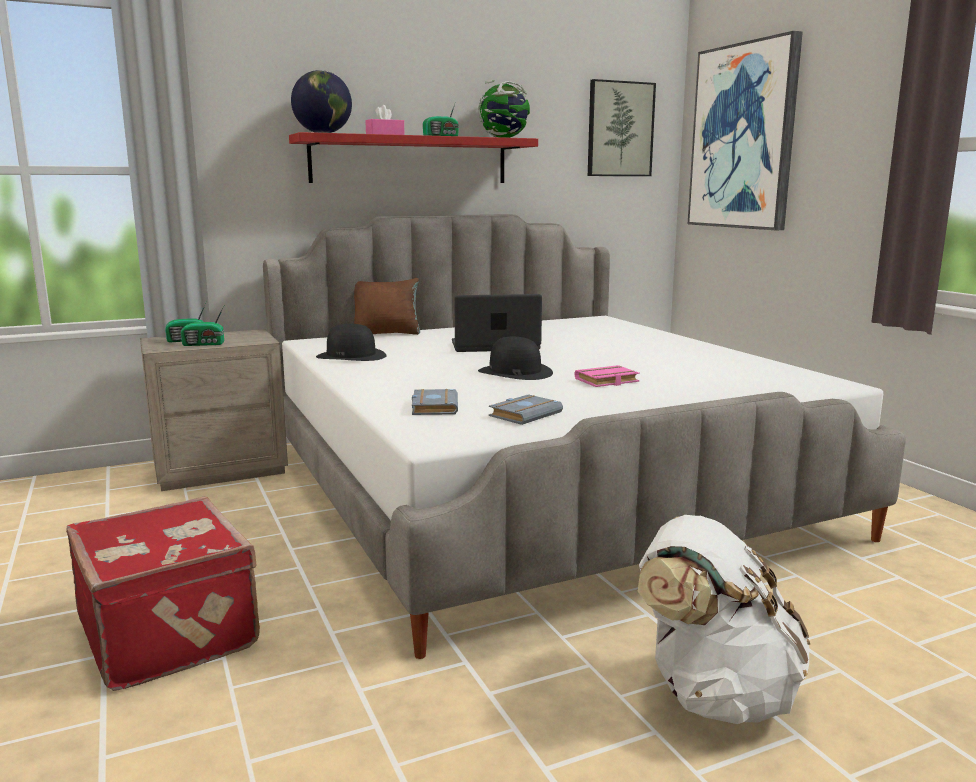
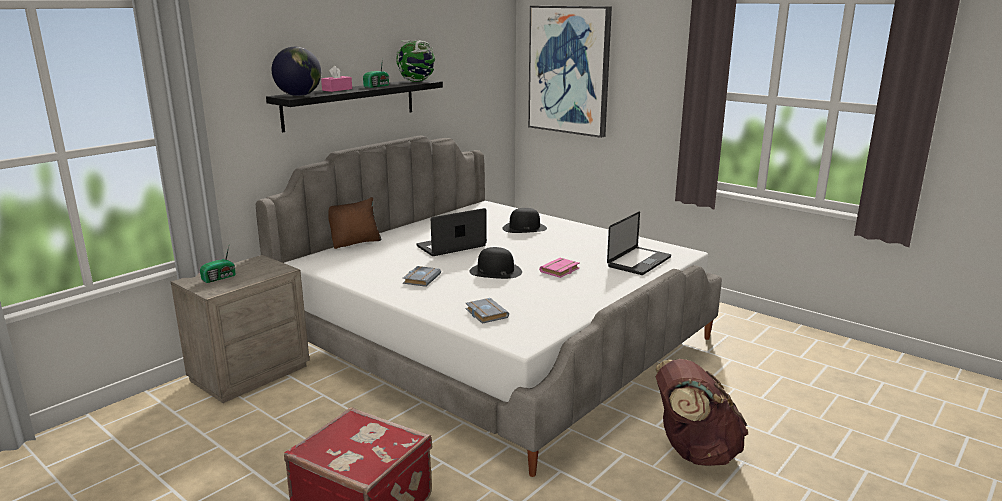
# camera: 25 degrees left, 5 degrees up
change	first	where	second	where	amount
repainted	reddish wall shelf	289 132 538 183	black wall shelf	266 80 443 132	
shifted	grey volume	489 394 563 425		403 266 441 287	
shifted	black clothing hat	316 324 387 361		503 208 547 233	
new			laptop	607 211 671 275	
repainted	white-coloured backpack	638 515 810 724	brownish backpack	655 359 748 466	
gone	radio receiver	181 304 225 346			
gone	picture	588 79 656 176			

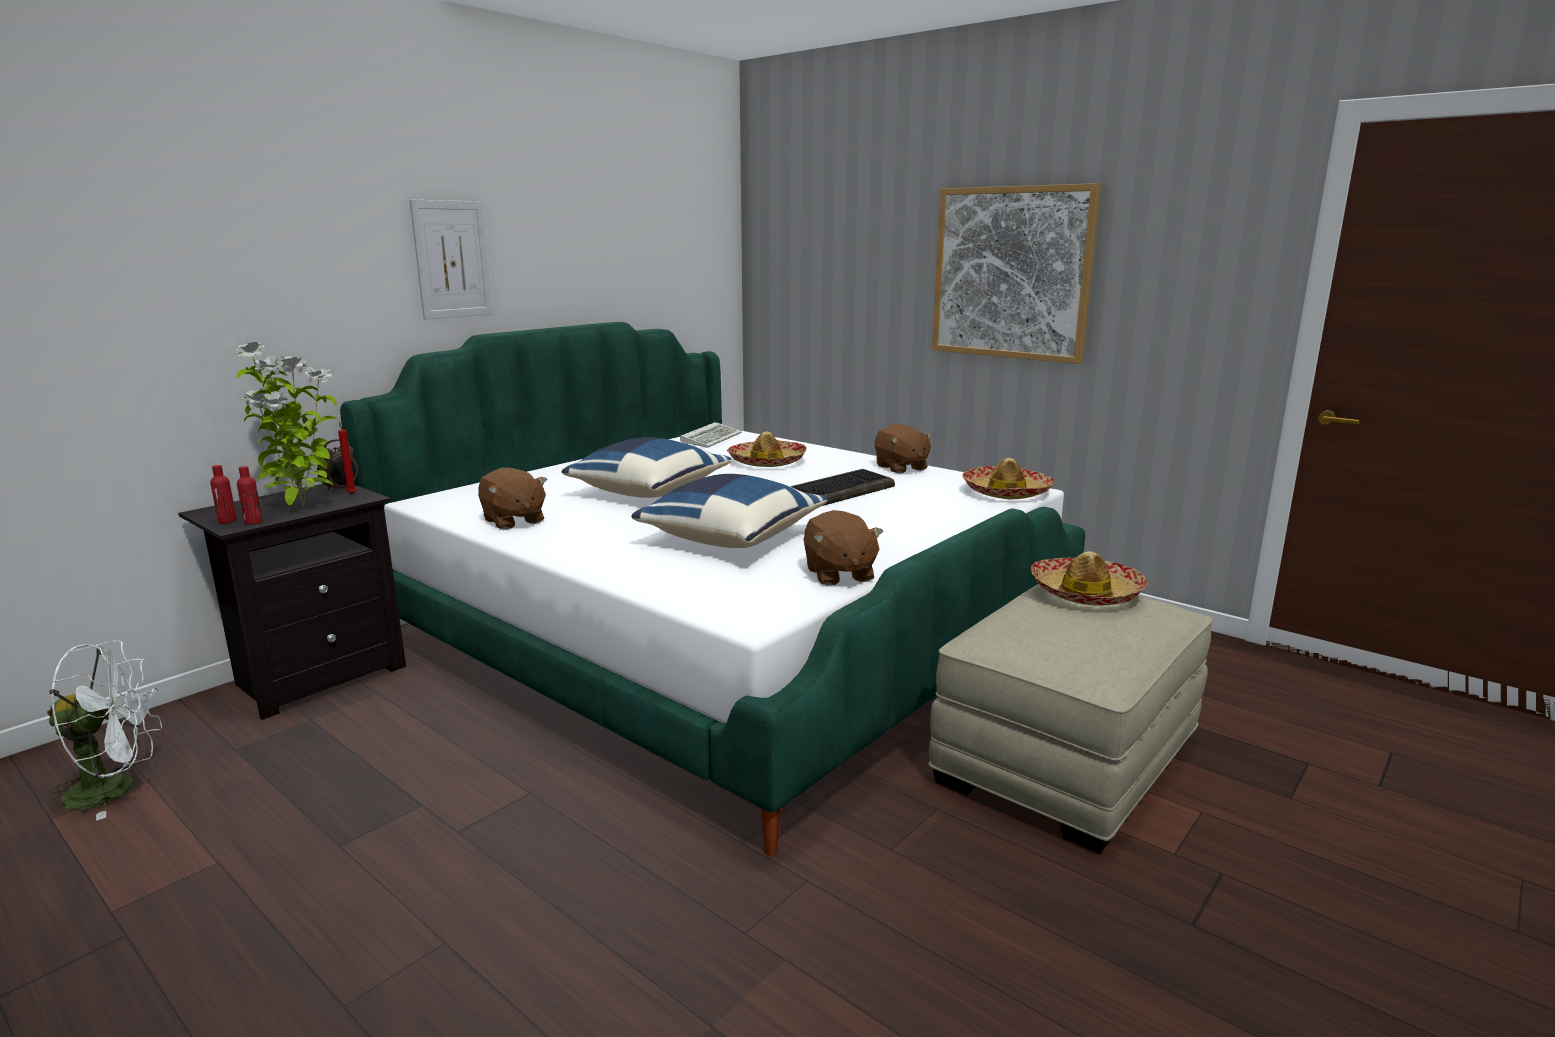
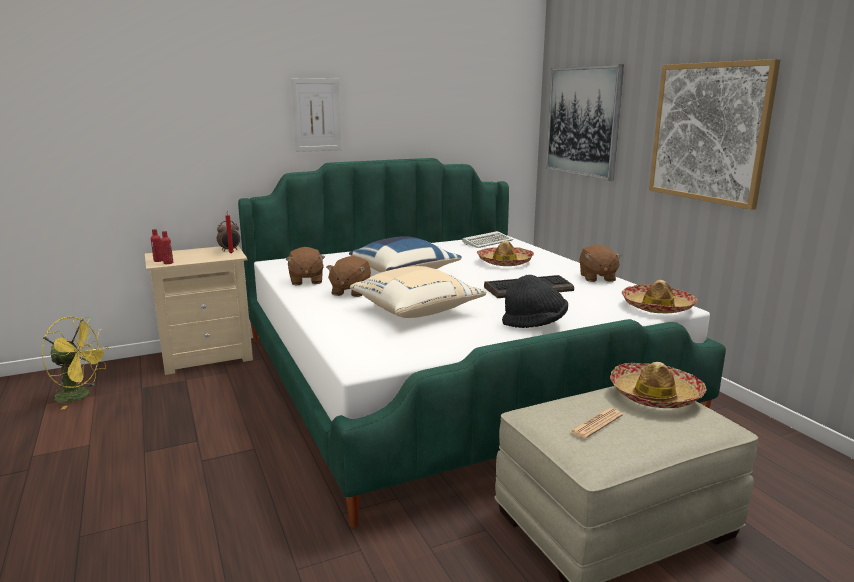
# camera: 25 degrees right, 0 degrees up
change	first	where	second	where	amount
repainted	white-coloured cooling fan	47 640 162 821	yellow cooling fan	42 317 109 409	
repainted	black bedside table	178 484 406 720	beige-coloured bedside table	145 246 253 375	
shifted	brownish plush toy	803 510 883 586		326 256 371 297	
repainted	blue-coloured throw pillow	631 474 827 548	beige-coloured throw pillow	350 266 486 318	
new			black clothing hat	502 275 568 328	
new			picture	546 65 624 181	
new			daily paper	569 408 623 439	
gone	houseplant	235 342 338 507			

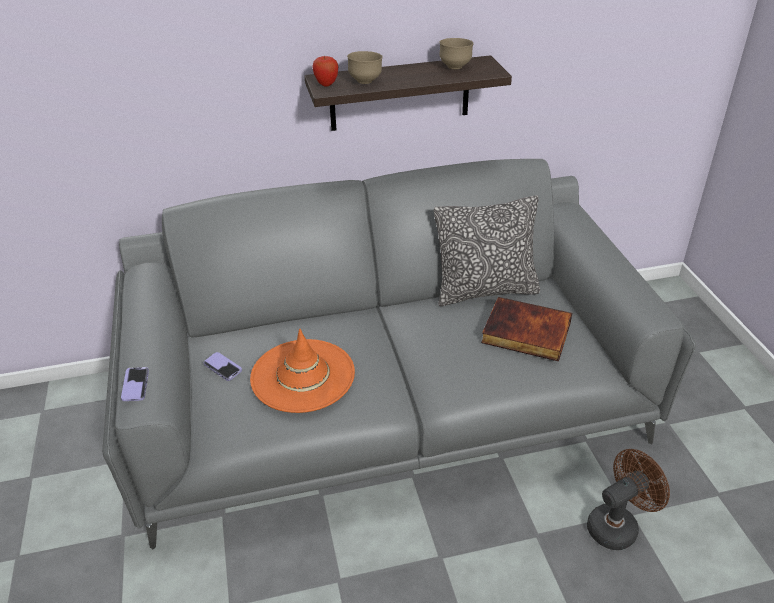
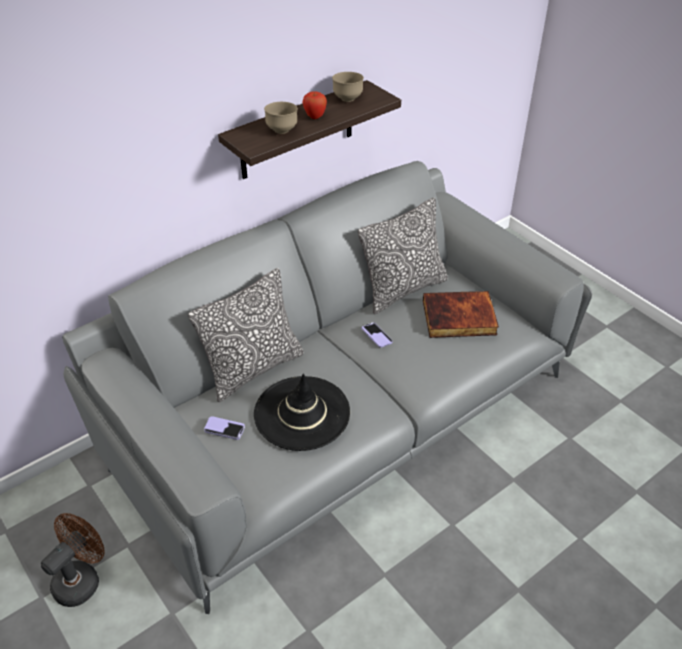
# camera: 25 degrees left, 5 degrees up
change	first	where	second	where	amount
shifted	brownish cooling fan	587 449 670 550		41 513 105 607	
new			throw pillow	188 268 304 402	
repainted	orange-coloured clothing hat	250 329 355 413	black clothing hat	254 373 350 451	
shifted	whole apple	312 56 338 87		302 91 327 119	
shifted	phone	121 367 149 401		362 322 393 348	

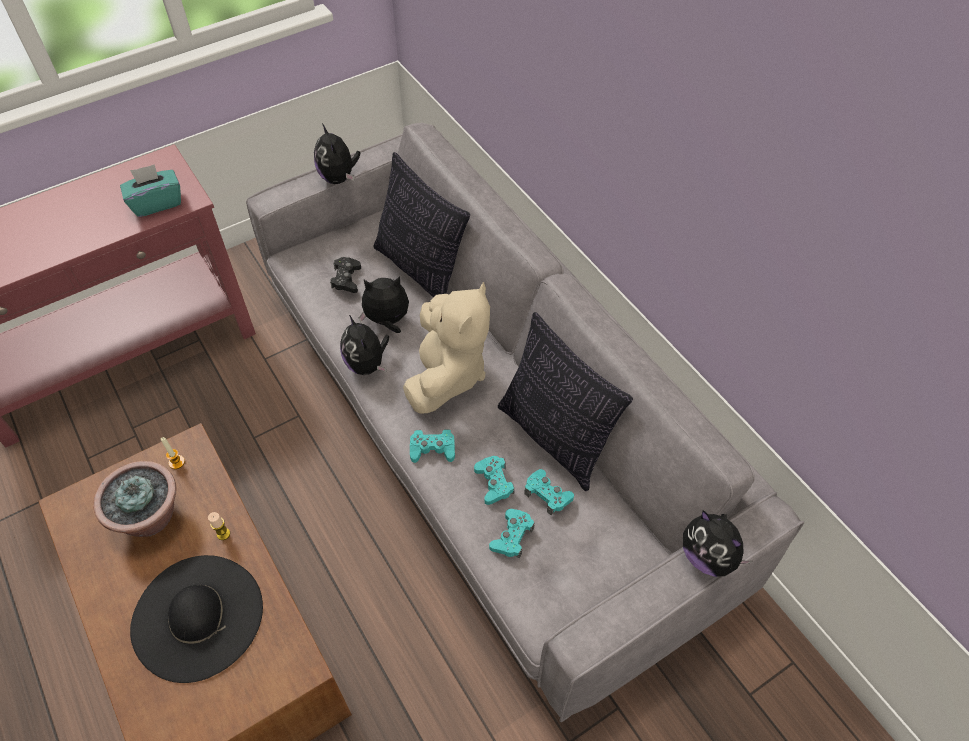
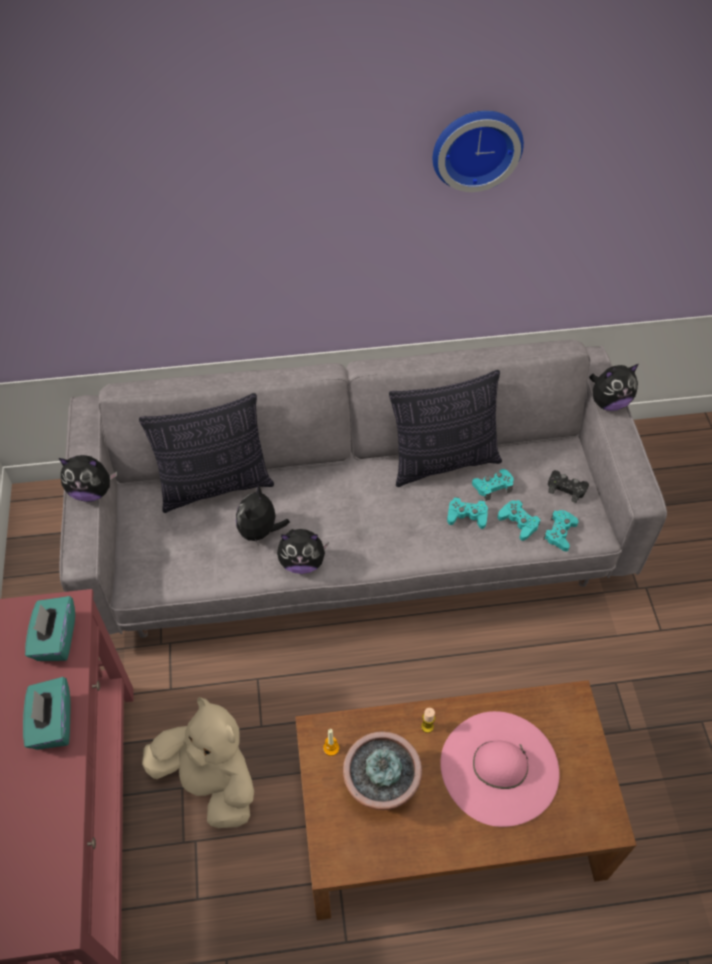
# camera: 65 degrees left, 0 degrees up
change	first	where	second	where	amount
new			turquoise tissue box	23 677 71 750	
shifted	beige-coloured plush toy	403 282 490 414		142 697 254 828	
new			hanging clock	433 111 524 192	
repainted	black clothing hat	130 555 263 683	pink-coloured clothing hat	440 711 559 827	
shifted	turquoise joypad	410 429 455 463		543 510 579 552	
shifted	black joypad	330 257 361 293		548 470 589 503	

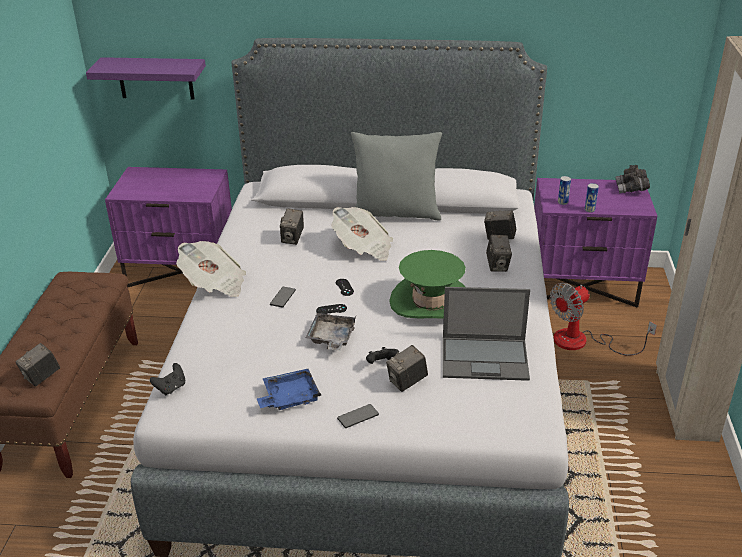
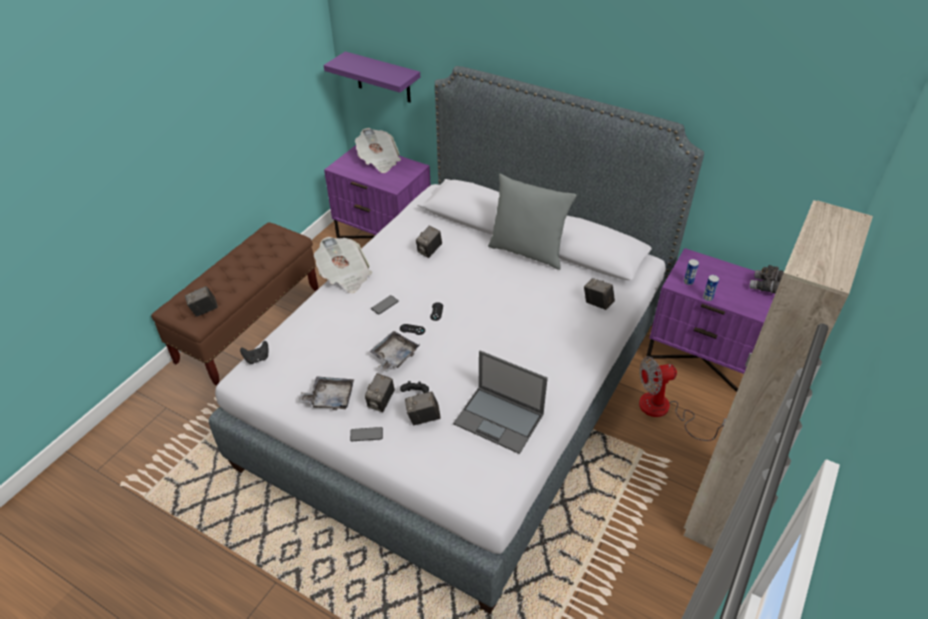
# camera: 25 degrees right, 10 degrees up
change	first	where	second	where	amount
repainted	blue-coloured serving tray	257 369 321 410	grey serving tray	298 376 354 410	
shifted	daily paper	331 207 393 261		355 128 401 173	
shifted	photo camera	486 235 512 272		365 373 395 412	
gone	green clothing hat	389 250 466 319			

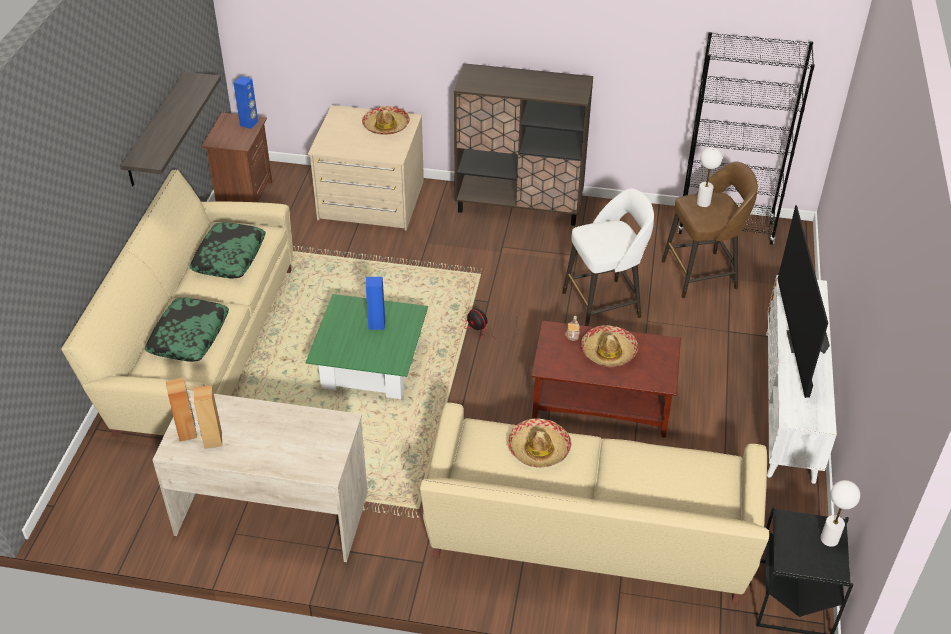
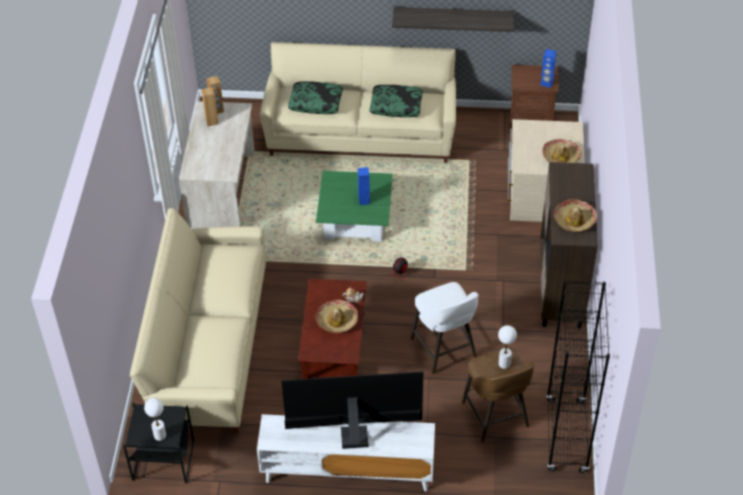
# camera: 85 degrees right, 5 degrees up
change	first	where	second	where	amount
shifted	clothing hat	508 419 572 468		554 199 597 232	

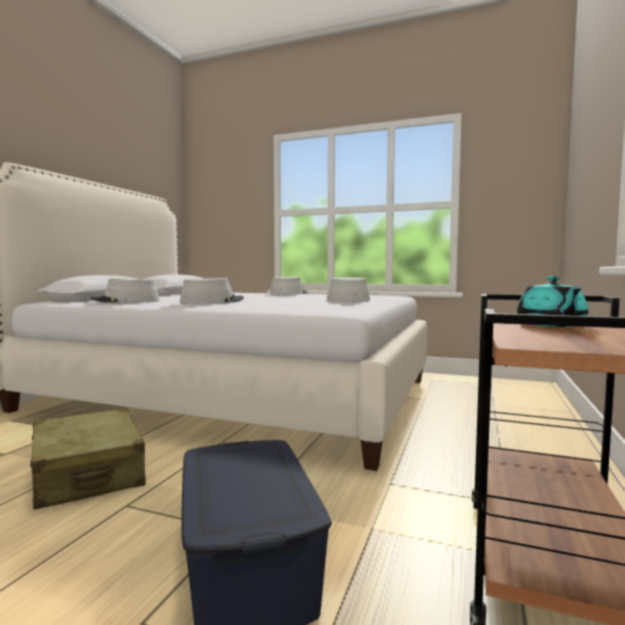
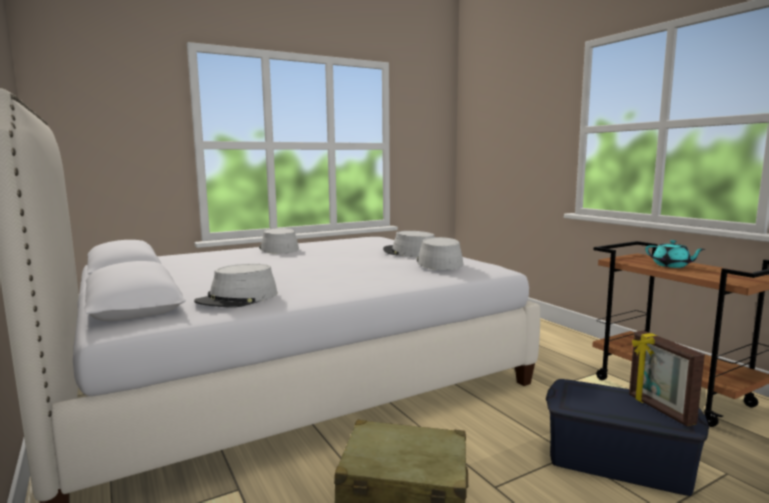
# camera: 50 degrees left, 5 degrees up
change	first	where	second	where	amount
shifted	grey clothing hat	180 278 244 304		417 237 463 270	
new			standing frame	629 331 705 426	

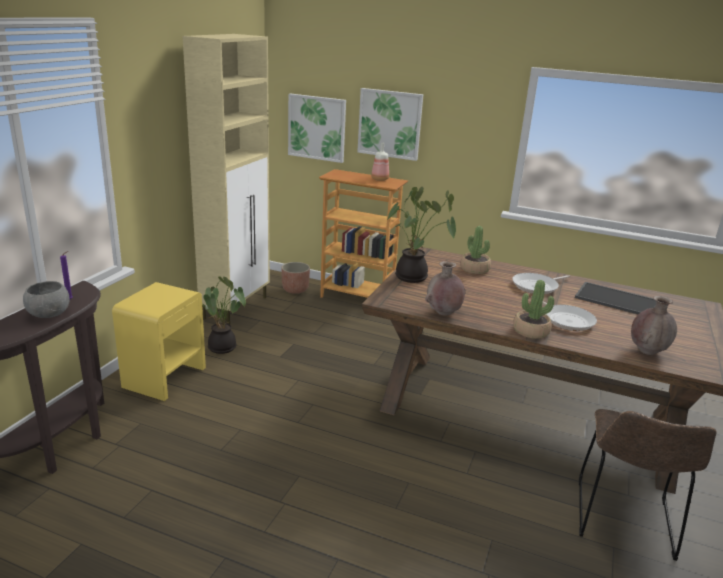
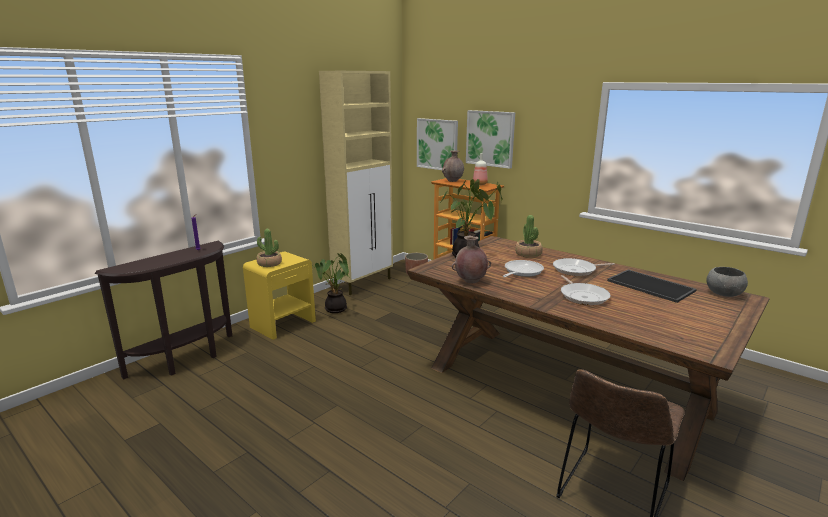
# camera: 20 degrees right, 5 degrees down
change	first	where	second	where	amount
shifted	houseplant	513 280 554 339		257 229 282 267	
shifted	brownish decorative vase	631 296 677 355		442 151 464 182	
new			pan	502 260 544 277	
shifted	grey serving bowl	23 281 70 318		706 267 748 297	

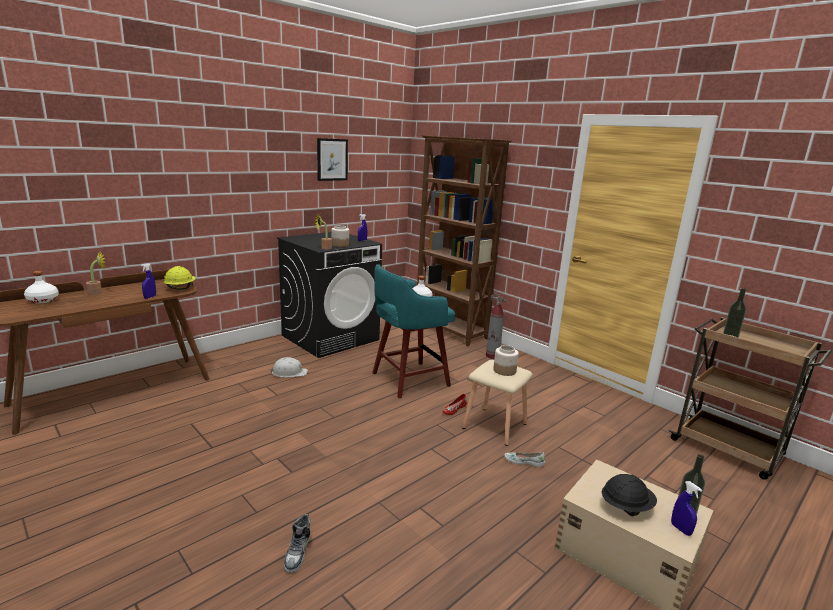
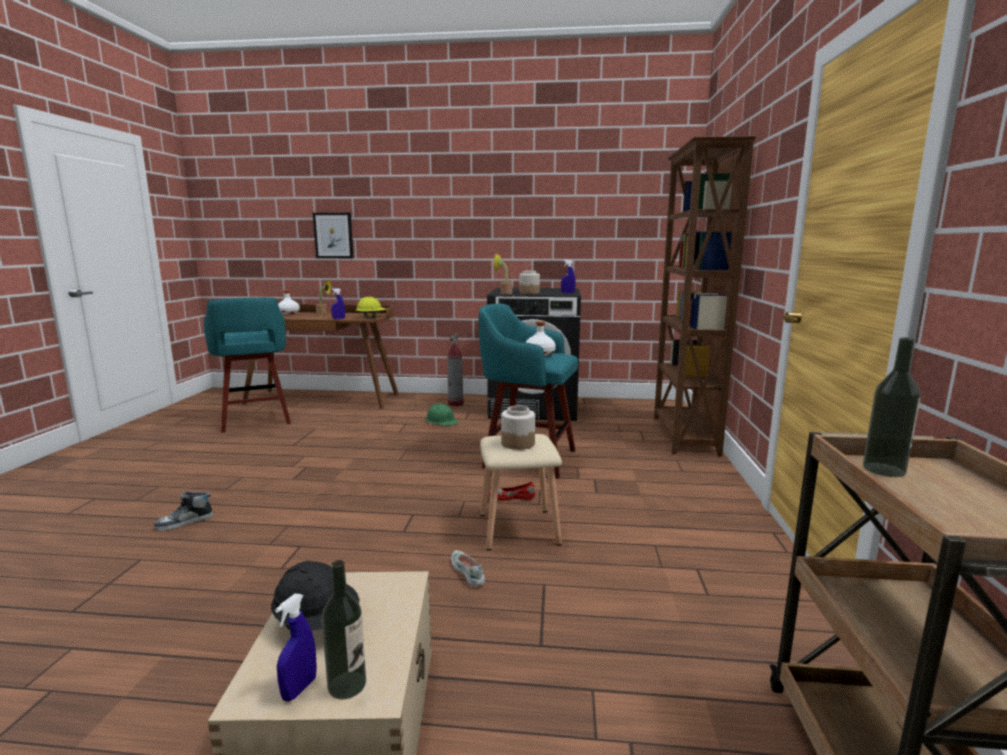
# camera: 50 degrees right, 5 degrees down
change	first	where	second	where	amount
new			turquoise sitting stool	204 297 291 433	
shifted	picture	317 138 348 181		313 213 354 258	
repainted	white-coloured hard hat	270 357 308 377	green hard hat	426 404 459 426	
shifted	fire-fighting cylinder	486 293 507 359		448 333 464 406	

